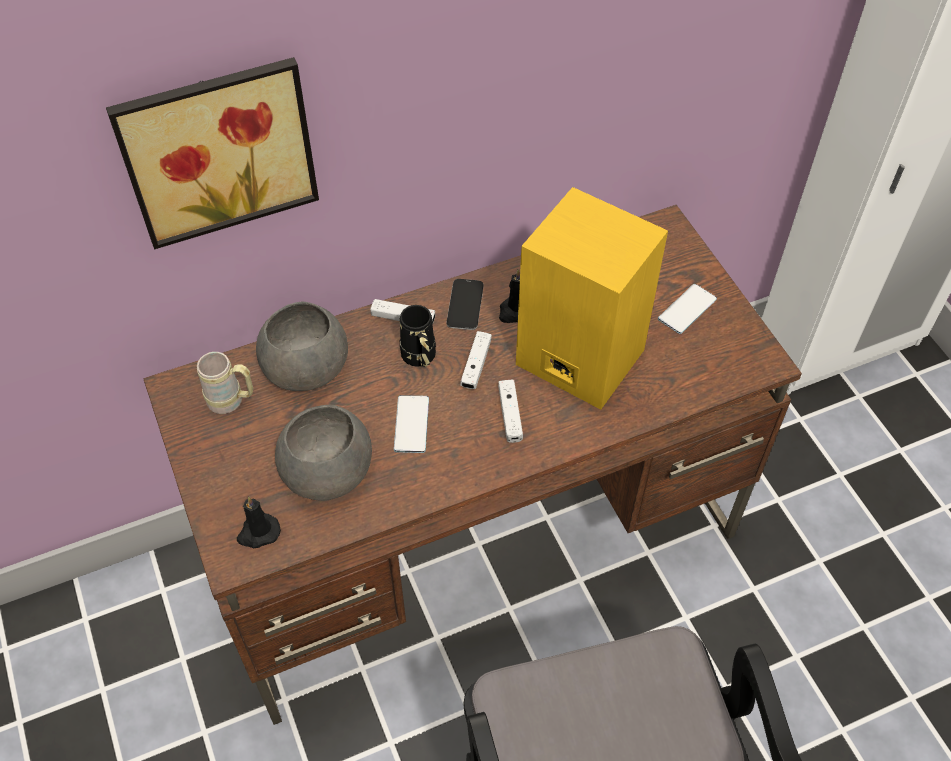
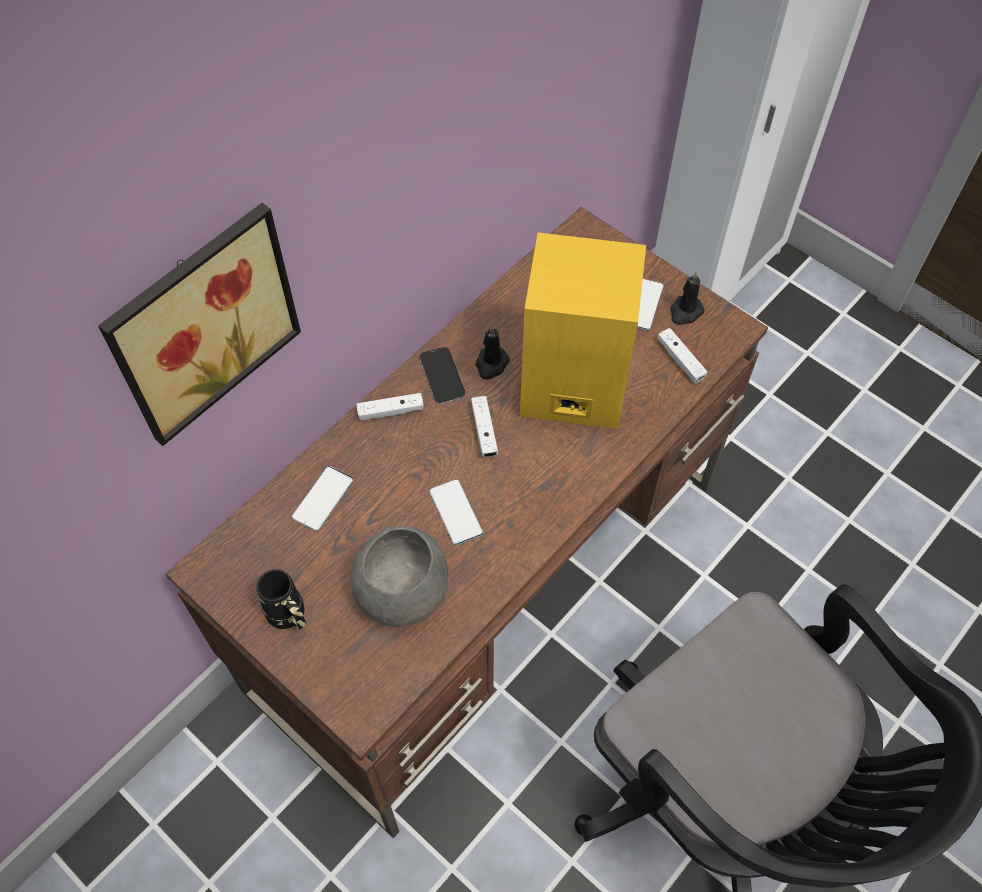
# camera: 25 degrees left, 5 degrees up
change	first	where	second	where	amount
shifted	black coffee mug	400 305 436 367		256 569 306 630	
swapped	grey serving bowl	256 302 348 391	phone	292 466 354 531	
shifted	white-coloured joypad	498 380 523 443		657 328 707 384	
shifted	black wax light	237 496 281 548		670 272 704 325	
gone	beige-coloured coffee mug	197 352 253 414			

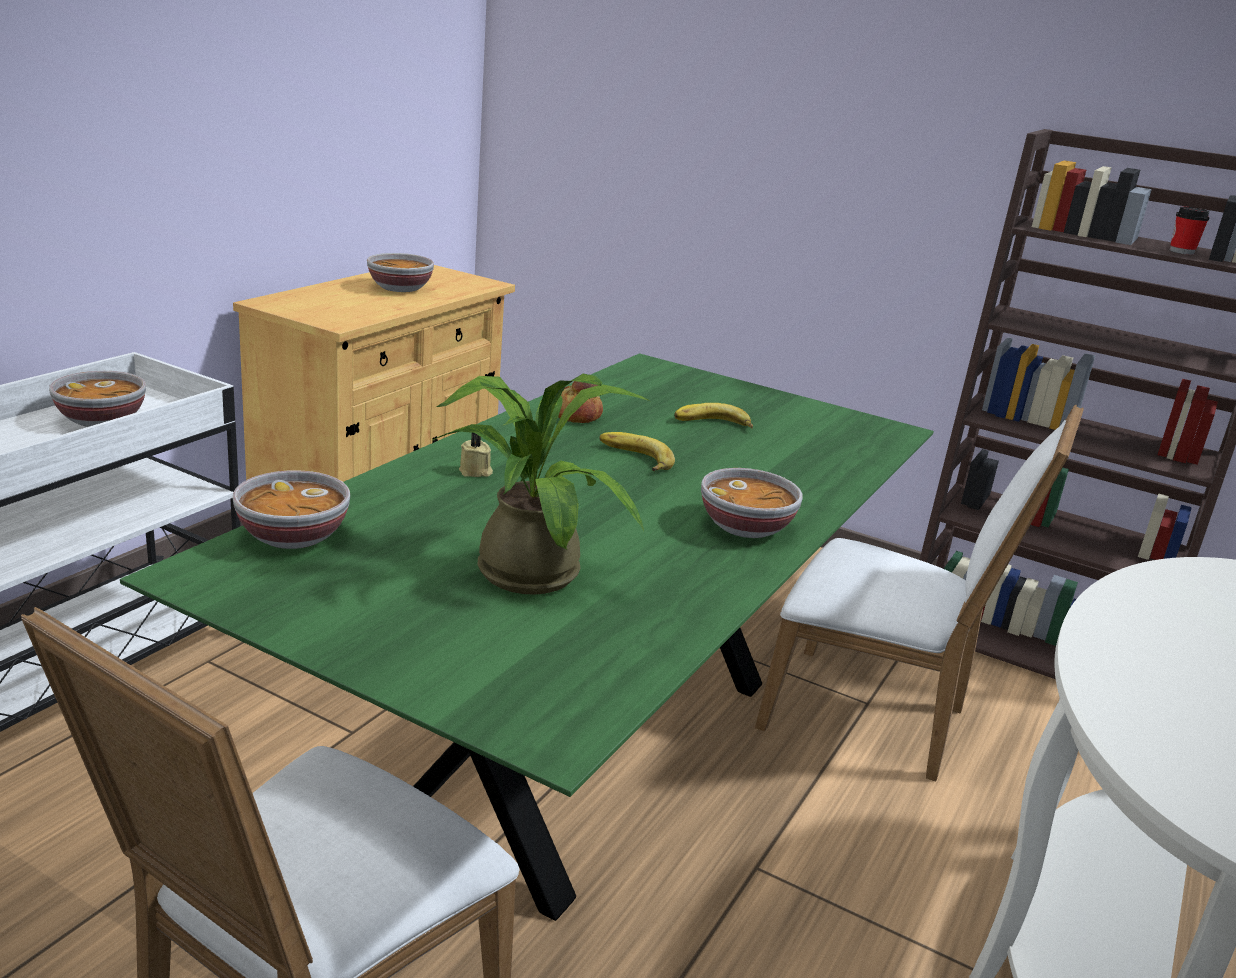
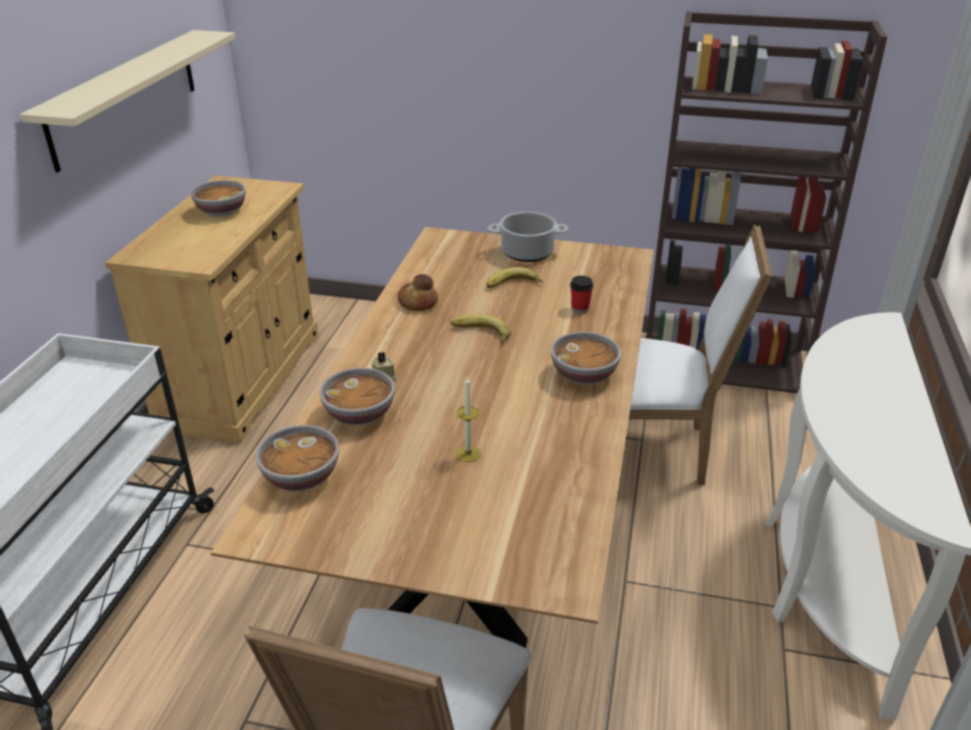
# camera: 15 degrees left, 10 degrees up
change	first	where	second	where	amount
new			beige-coloured wall shelf	20 30 235 173	
repainted	green dinner table	120 353 934 921	brownish dinner table	211 227 654 648	
shifted	serving bowl	49 371 146 427		320 368 395 426	
swapped	houseplant	433 374 650 595	wax light	456 377 481 462	
new			saucepot	488 211 569 262	
shifted	drinking cup	1170 207 1210 255		570 276 593 313	

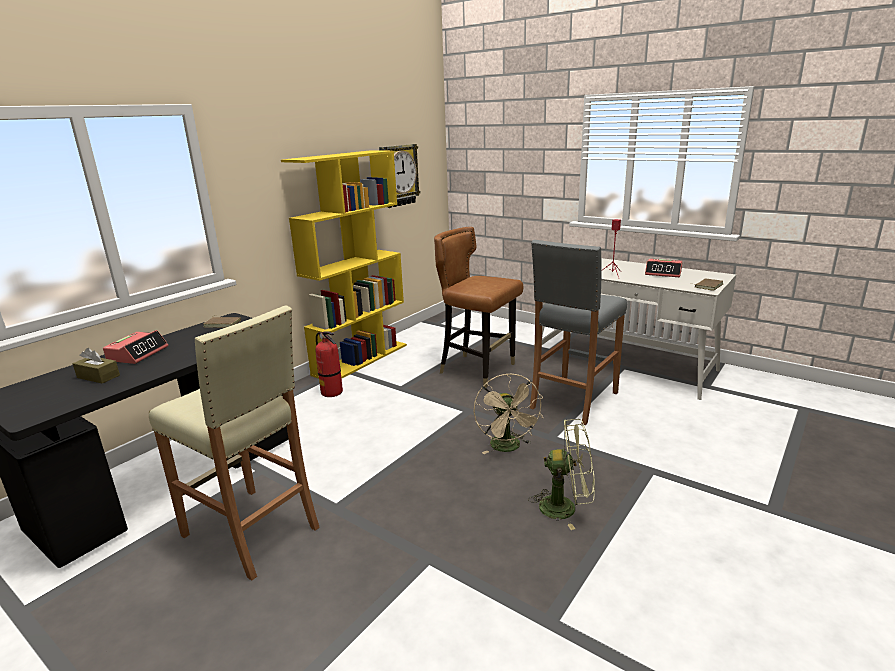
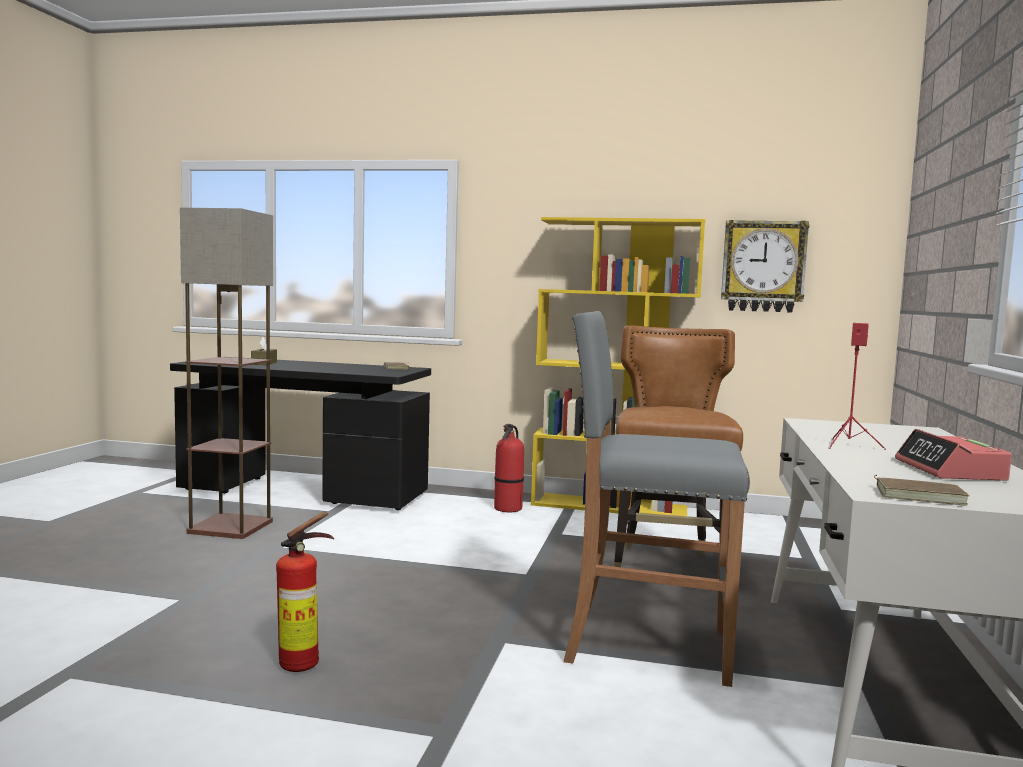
# camera: 65 degrees right, 15 degrees down
change	first	where	second	where	amount
swapped	beige-coloured sitting stool	149 305 320 581	standing lamp	180 207 273 539	
swapped	green cooling fan	528 419 595 530	fire-fighting cylinder	276 511 334 672	
gone	table clock	103 330 168 364			
gone	beige-coloured cooling fan	474 373 543 454			

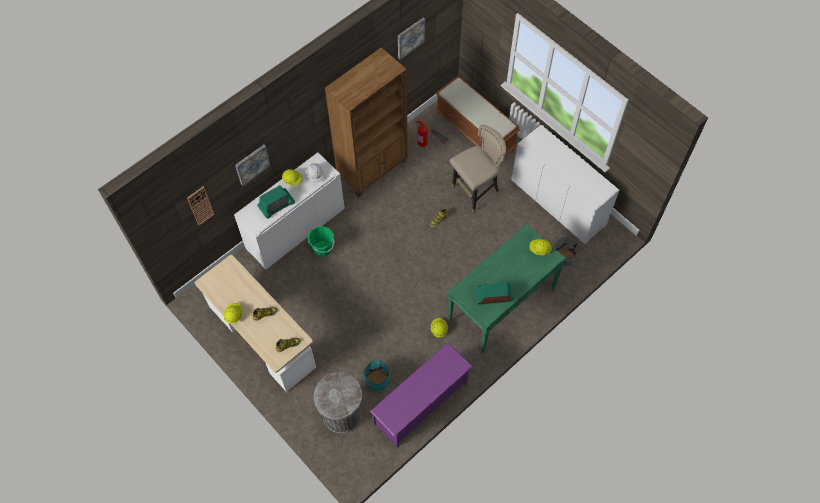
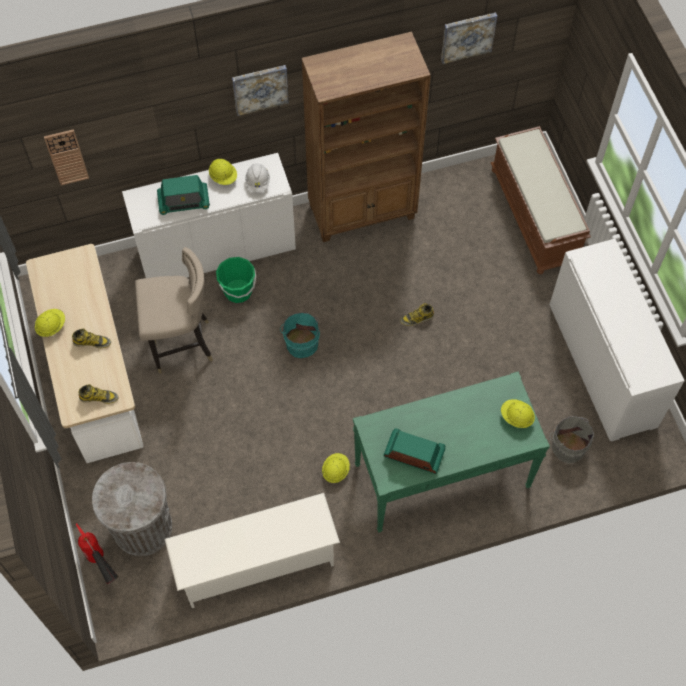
# camera: 25 degrees right, 0 degrees up
change	first	where	second	where	amount
shifted	fire-fighting cylinder	415 118 448 147		75 523 118 584	
shifted	beige-coloured sitting stool	450 125 506 213		135 247 213 374	
repainted	purplish shoe rack	370 342 473 447	white-coloured shoe rack	165 493 340 608	
shifted	picture	235 145 271 186		232 65 289 116	
shifted	turquoise pail	362 360 390 391		280 312 320 358	

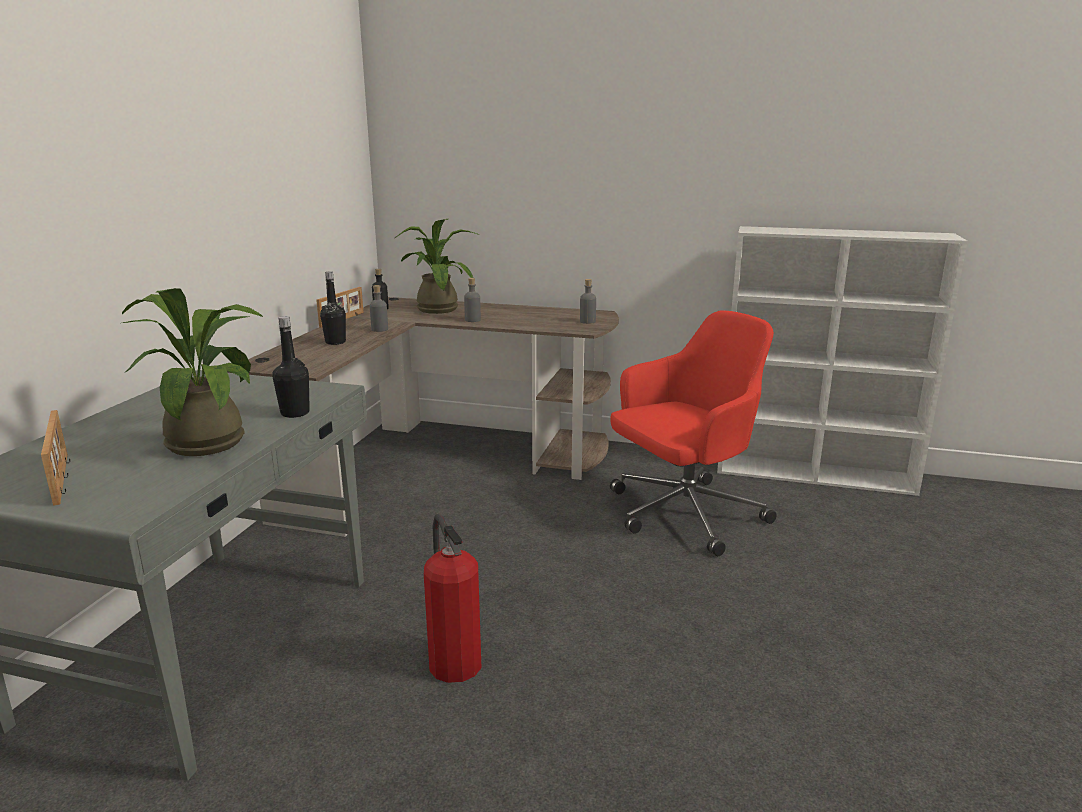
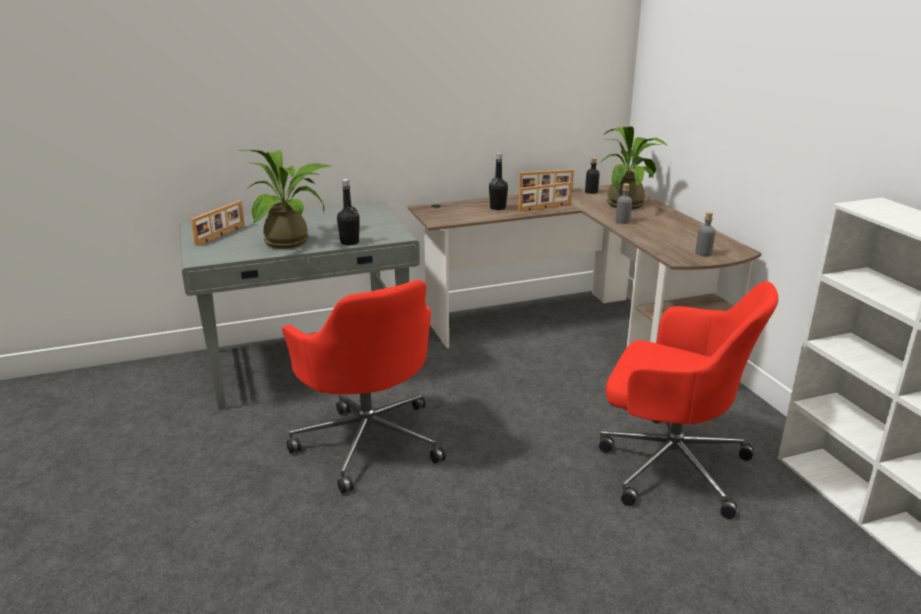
# camera: 55 degrees right, 5 degrees up
change	first	where	second	where	amount
swapped	fire-fighting cylinder	424 514 482 683	reddish computer chair	282 280 446 494	
swapped	grey beverage bottle	370 285 388 332	standing frame	519 182 572 212	

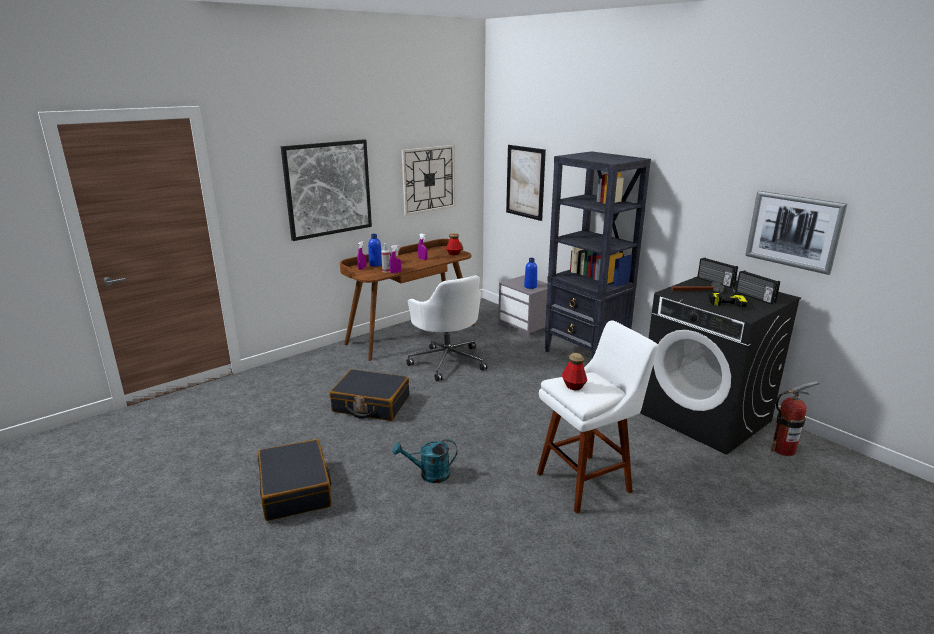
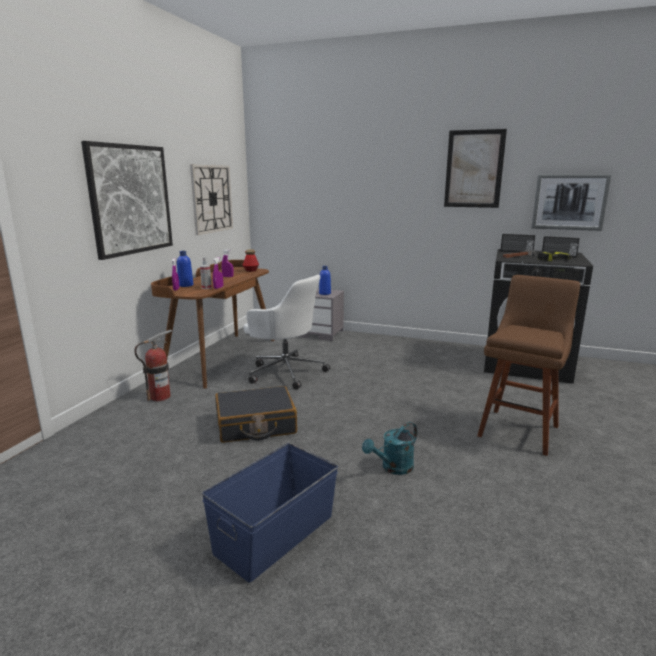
# camera: 30 degrees left, 5 degrees down
change	first	where	second	where	amount
shifted	fire-fighting cylinder	771 381 819 456		134 330 172 401	
swapped	black piece of luggage	258 439 332 521	blue-coloured storage box	202 443 338 583	
shifted	picture	506 145 546 221		444 129 507 208	
repainted	white-coloured sitting stool	537 320 658 514	brownish sitting stool	477 275 580 456	
gone	black bookshelf	545 151 651 358			
gone	beverage bottle	562 353 587 390			

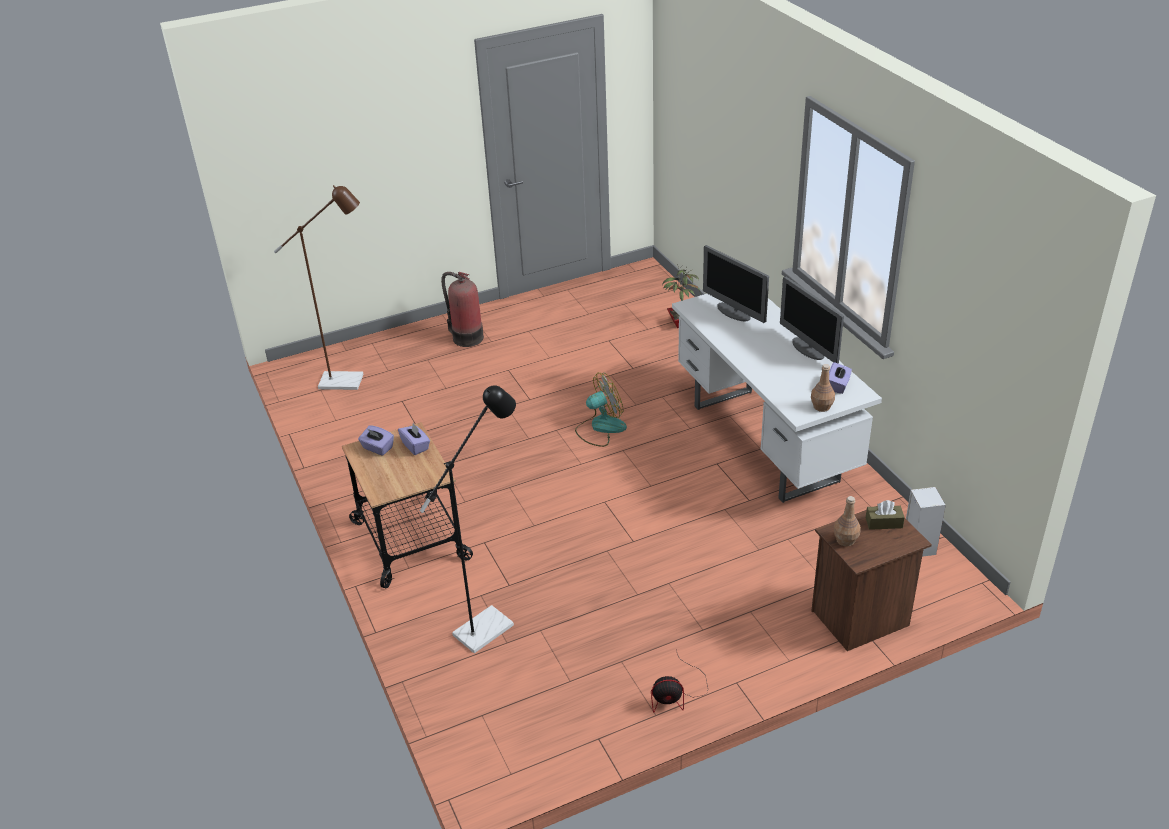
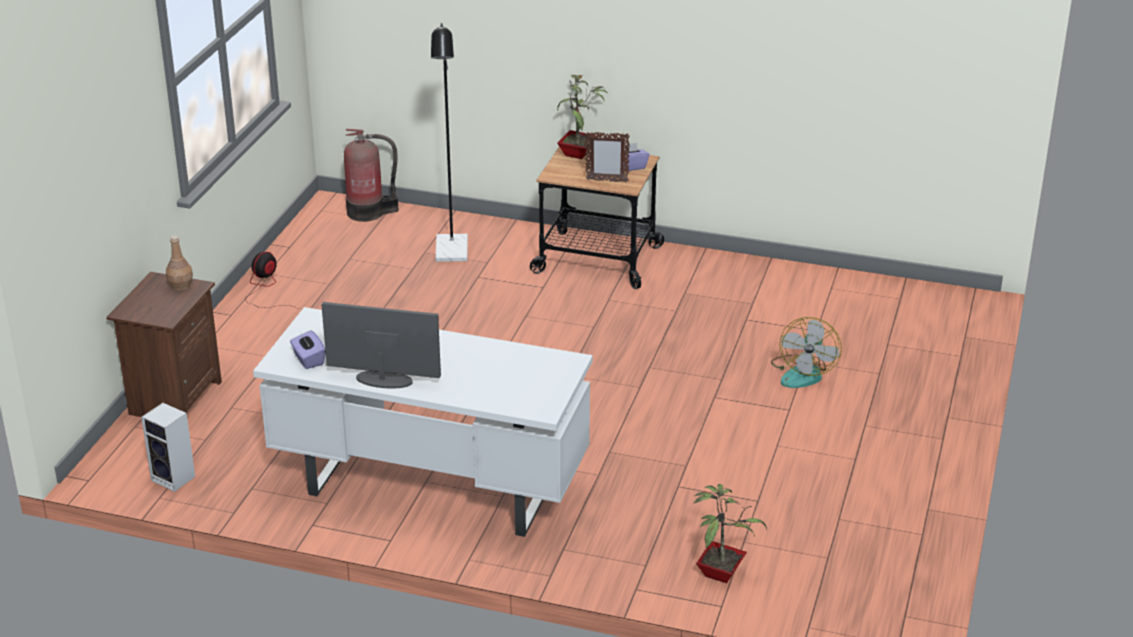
# camera: 130 degrees right, 5 degrees down
change	first	where	second	where	amount
shifted	fire-fighting cylinder	441 272 484 347		344 129 398 222	
new			houseplant	557 75 608 159	
swapped	purplish tissue box	398 423 430 455	standing frame	585 132 630 182	
shifted	cooling fan	575 372 627 447		771 317 842 388	
gone	brownish standing lamp	274 185 364 390			
gone	computer screen	703 245 769 323			
gone	brownish beverage bottle	811 364 835 412			
gone	brownish tissue box	866 500 905 530			

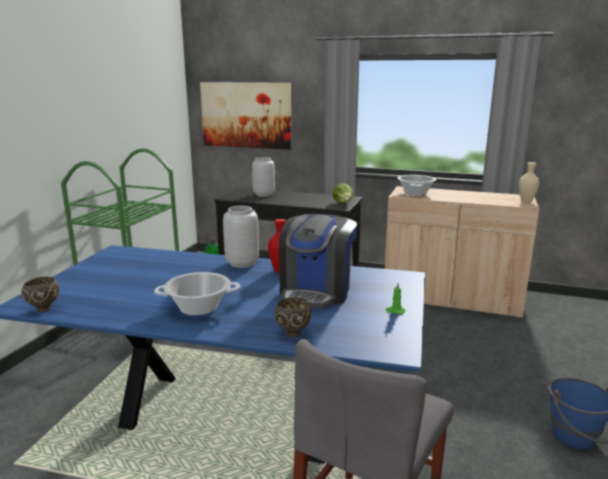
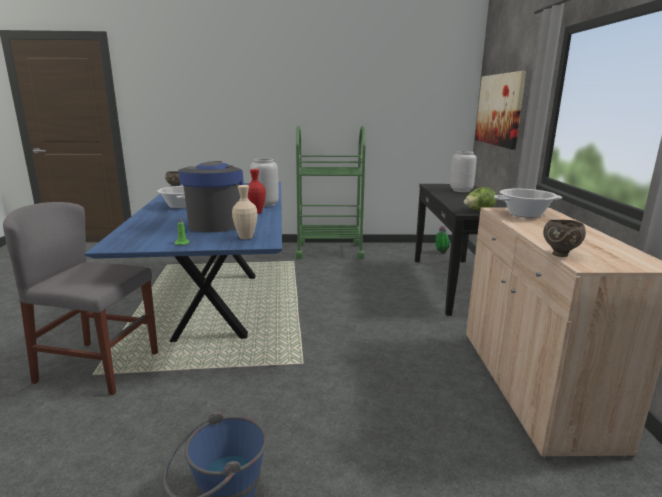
# camera: 70 degrees right, 0 degrees up
change	first	where	second	where	amount
rotated	coffee maker	279 214 357 310		178 161 244 232	90 degrees clockwise
shifted	beige-coloured decorative vase	519 162 539 203		232 185 257 239	
shifted	brownish serving bowl	275 297 311 337		543 220 586 257	

